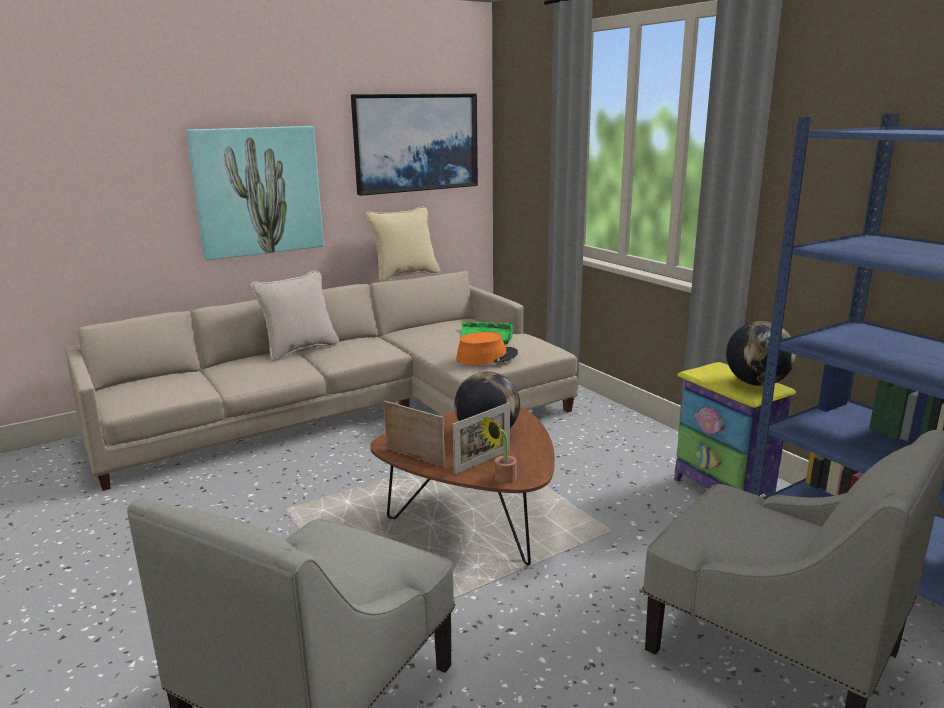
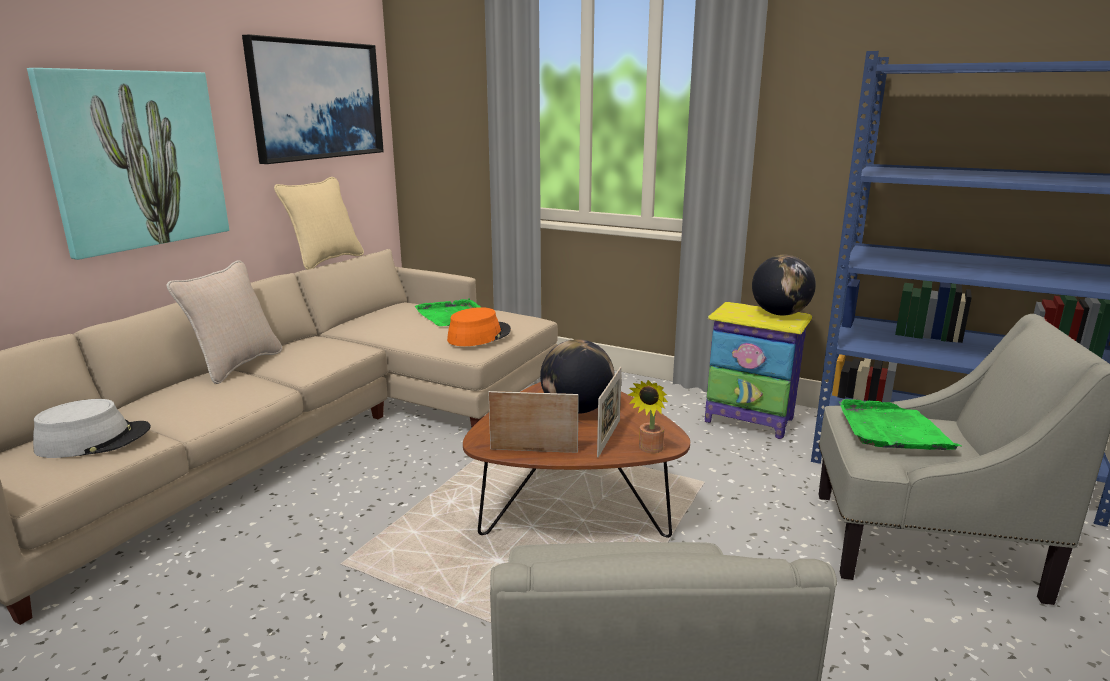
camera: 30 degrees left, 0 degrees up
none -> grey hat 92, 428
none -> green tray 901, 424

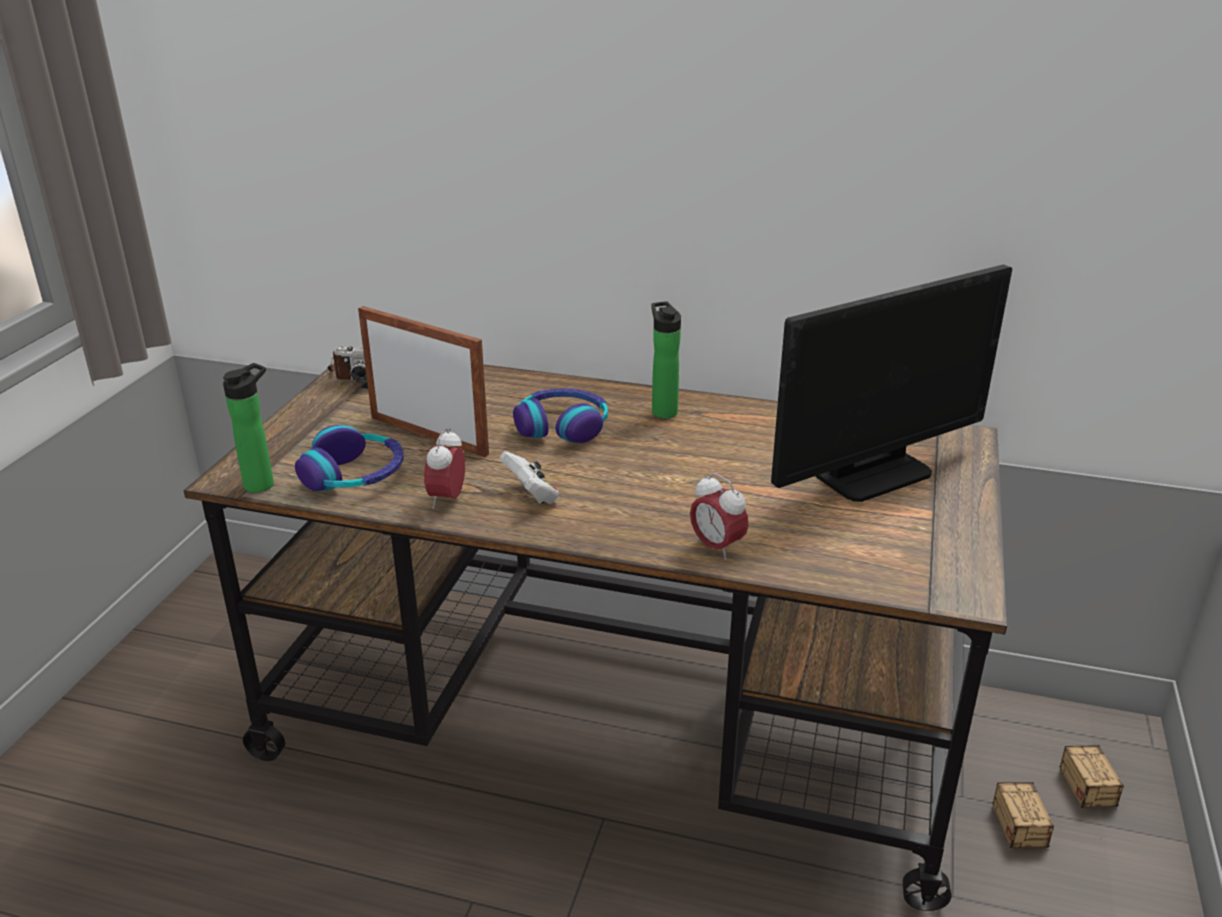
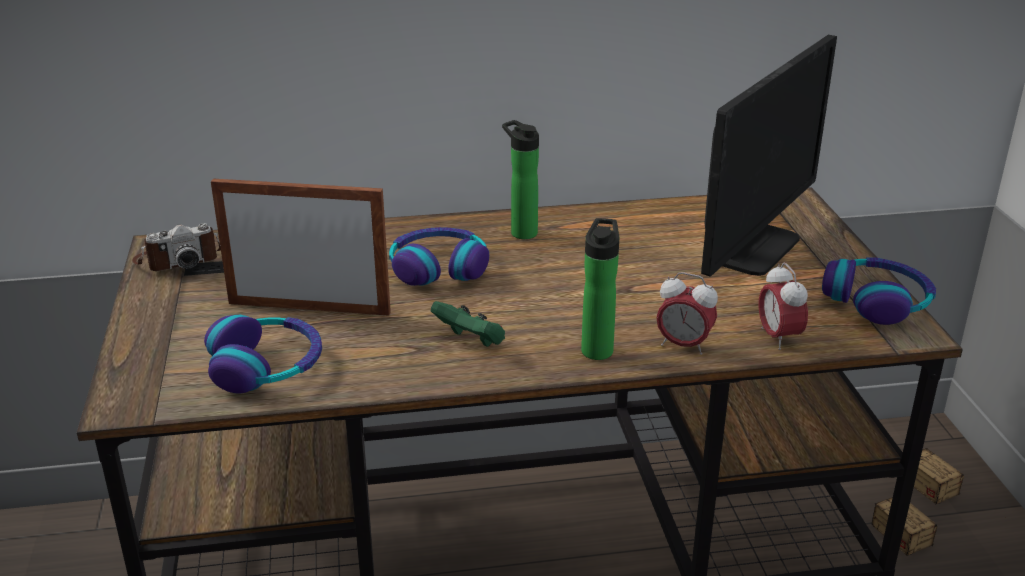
camera: 25 degrees left, 0 degrees up
none -> headphones 879, 291
bottle 248, 428 -> bottle 600, 289, moved
alarm clock 444, 468 -> alarm clock 783, 306, moved
white game controller 529, 477 -> green game controller 468, 324

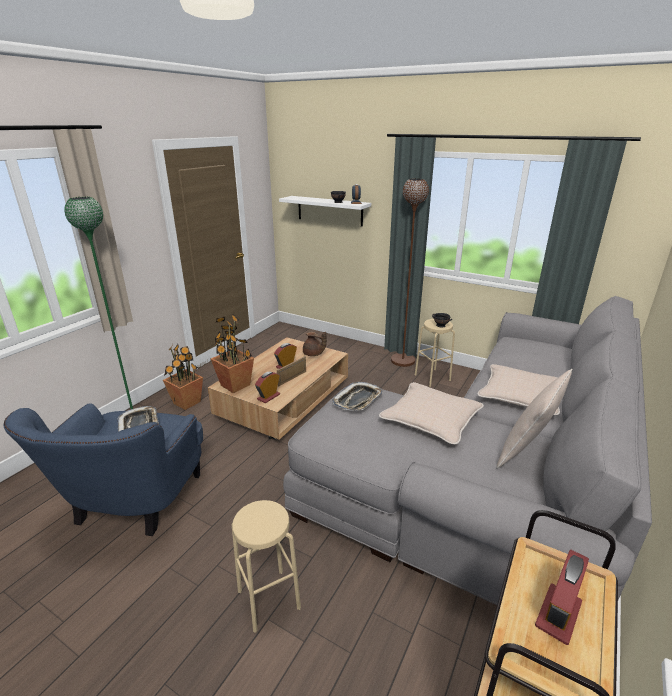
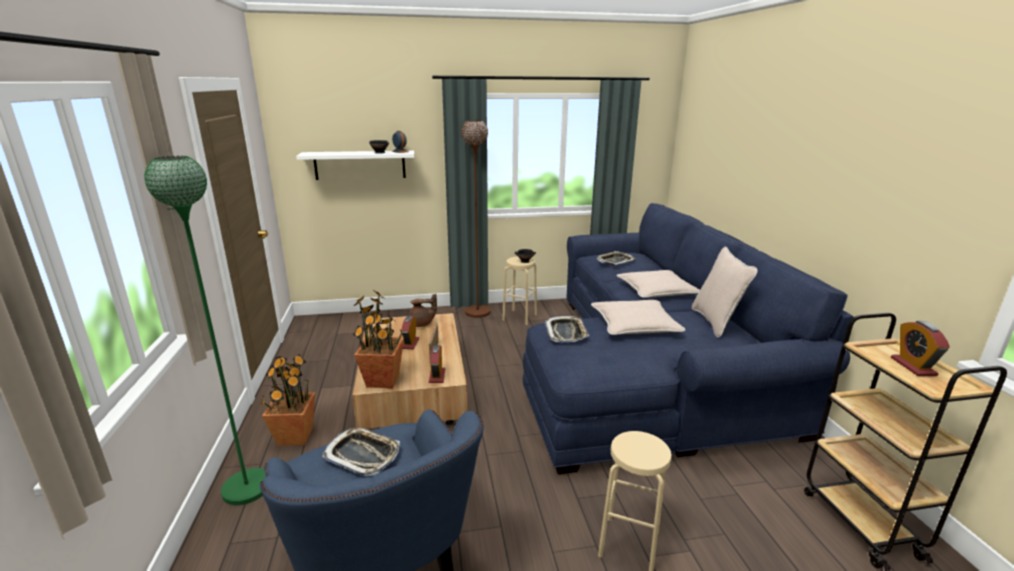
camera: 40 degrees left, 5 degrees down
none -> tray 616, 258
grey sofa 467, 450 -> blue sofa 688, 338

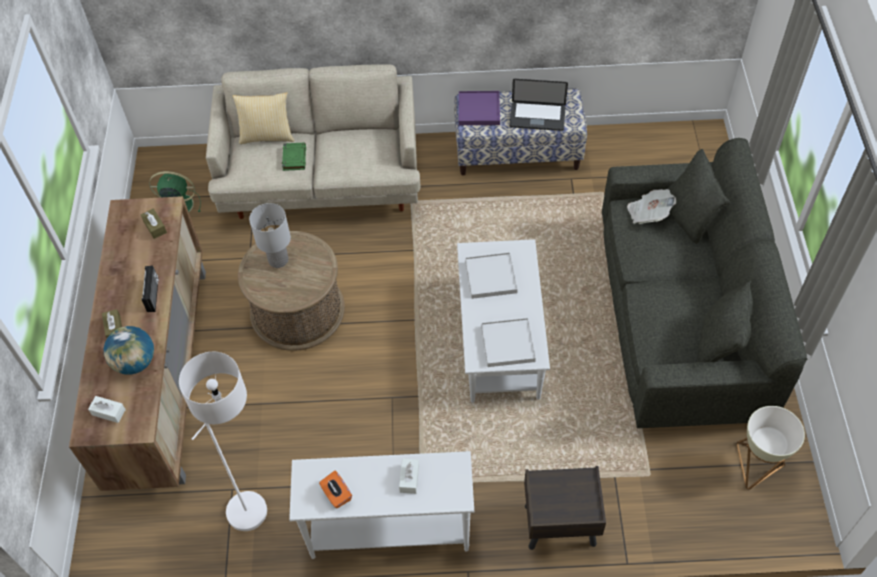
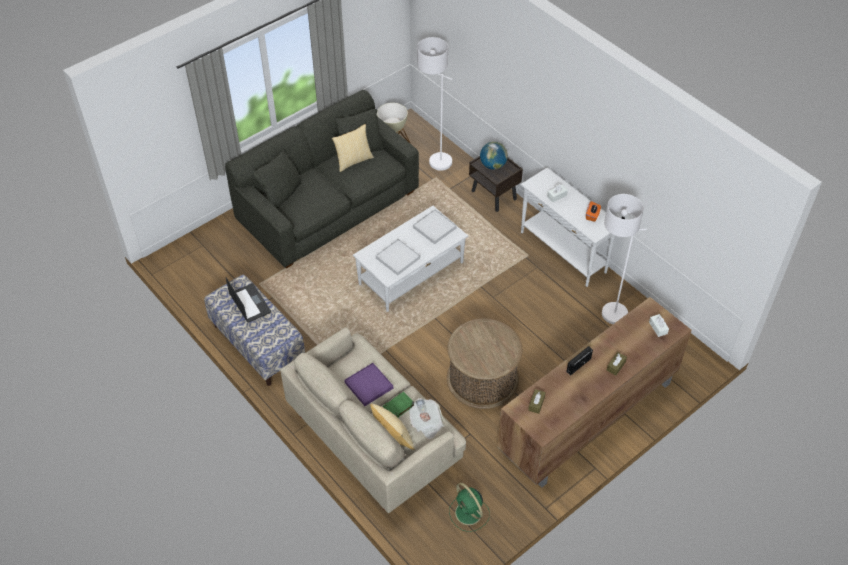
camera: 130 degrees left, 5 degrees down
grey table lamp 270, 235 -> none
none -> pillow 353, 148
none -> white floor lamp 434, 104
globe 129, 350 -> globe 494, 156, moved
purple tray 479, 108 -> purple tray 368, 384, moved
newspaper 651, 206 -> newspaper 426, 418, moved

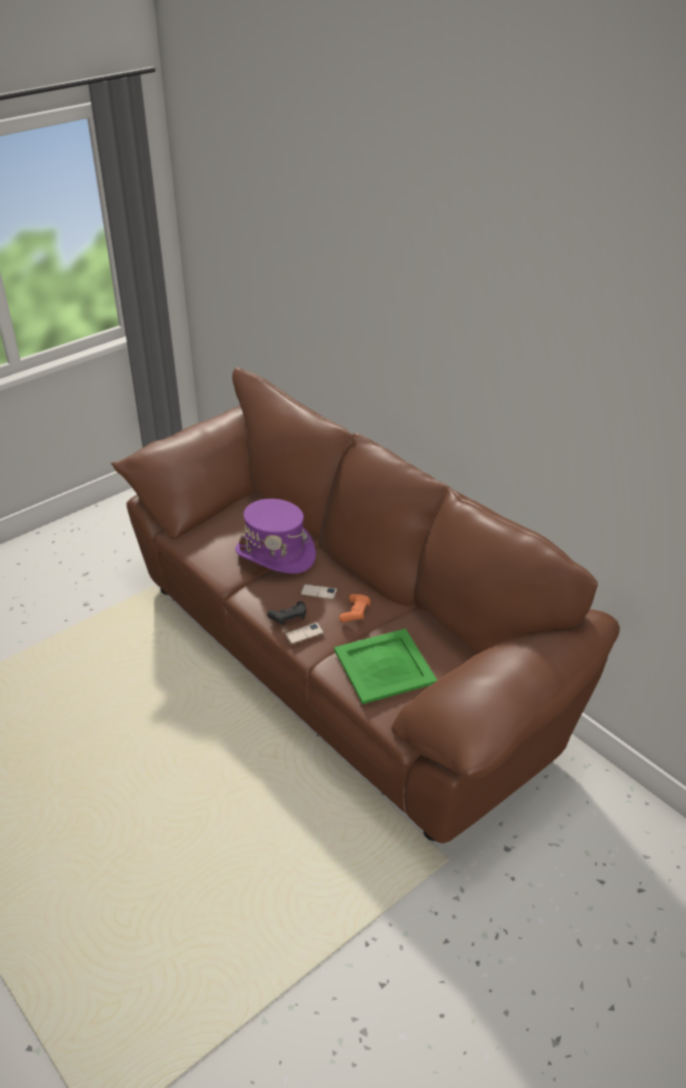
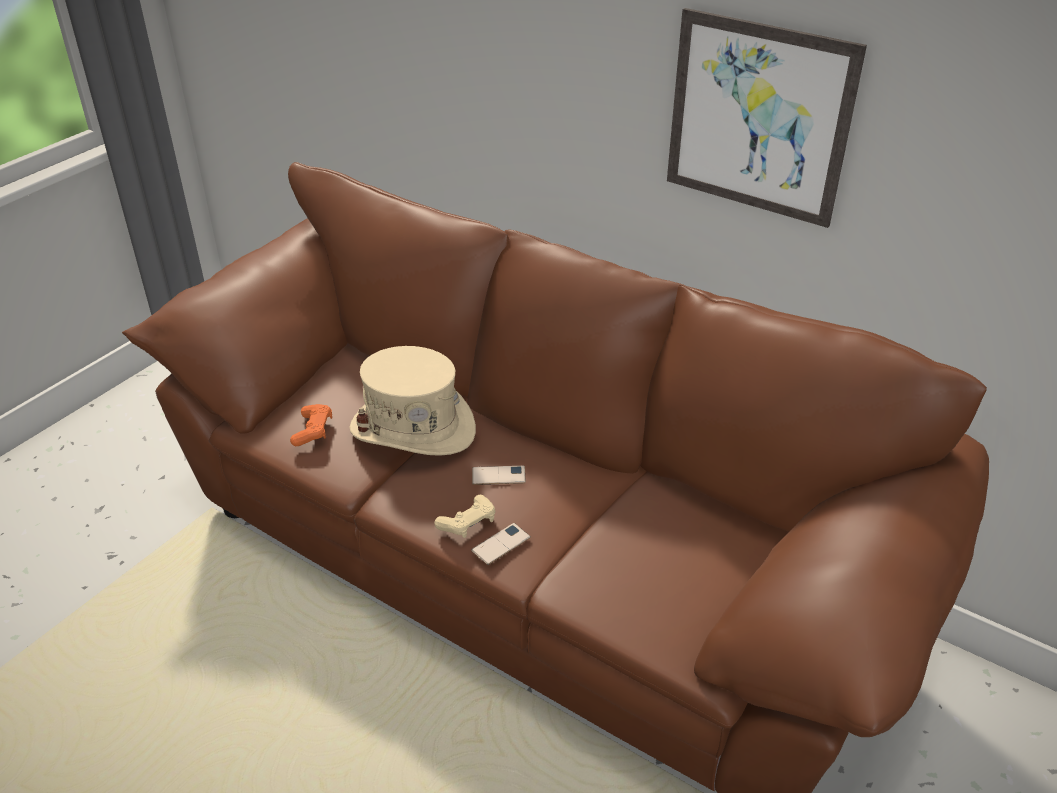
camera: 15 degrees left, 0 degrees up
green tray 385, 666 -> none
none -> picture 767, 118
orange game controller 354, 608 -> orange game controller 311, 425, moved
purple hat 275, 536 -> beige hat 413, 401
black game controller 286, 613 -> beige game controller 464, 516

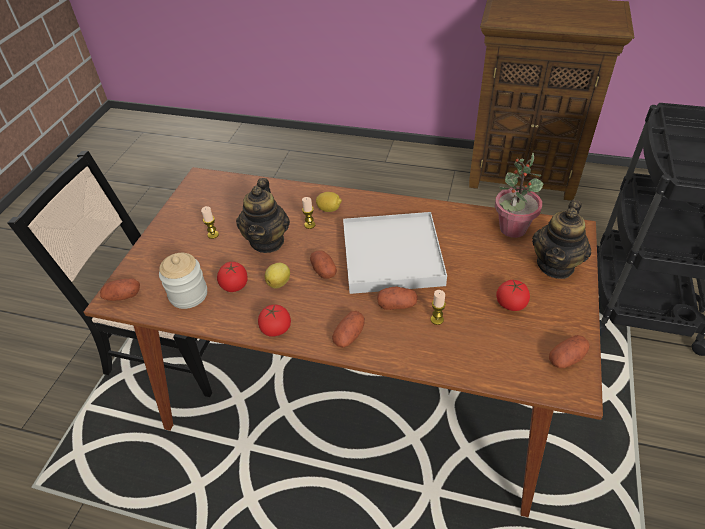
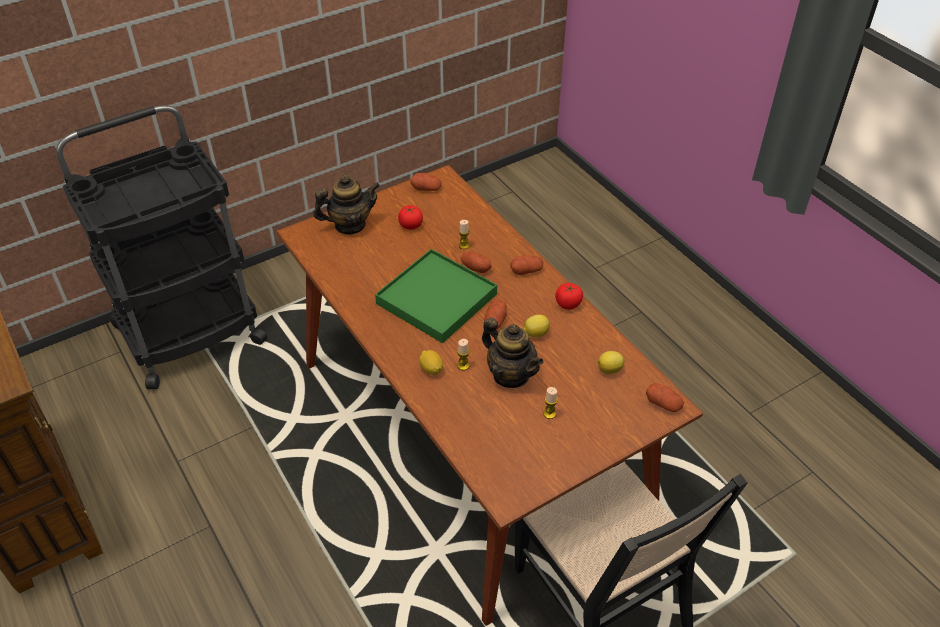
camera: 140 degrees left, 0 degrees up
tomato 232, 277 -> none
potted plant 519, 195 -> none
jar 183, 281 -> lemon 611, 362
white tray 395, 253 -> green tray 436, 296
teapot 263, 215 -> teapot 513, 353, 90 degrees clockwise

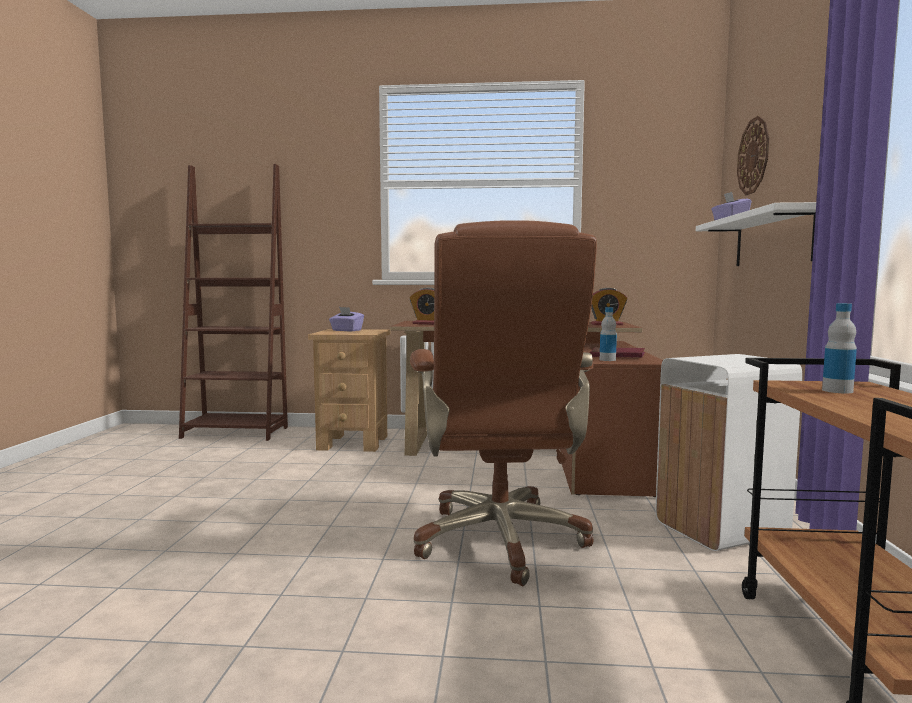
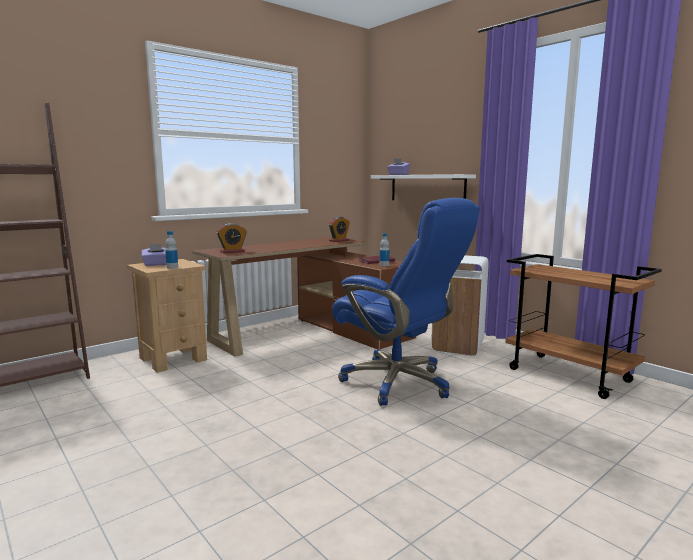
camera: 45 degrees left, 5 degrees up
wall clock 753, 155 -> none
bottle 839, 348 -> bottle 171, 250, moved
brown office chair 503, 403 -> blue office chair 406, 302

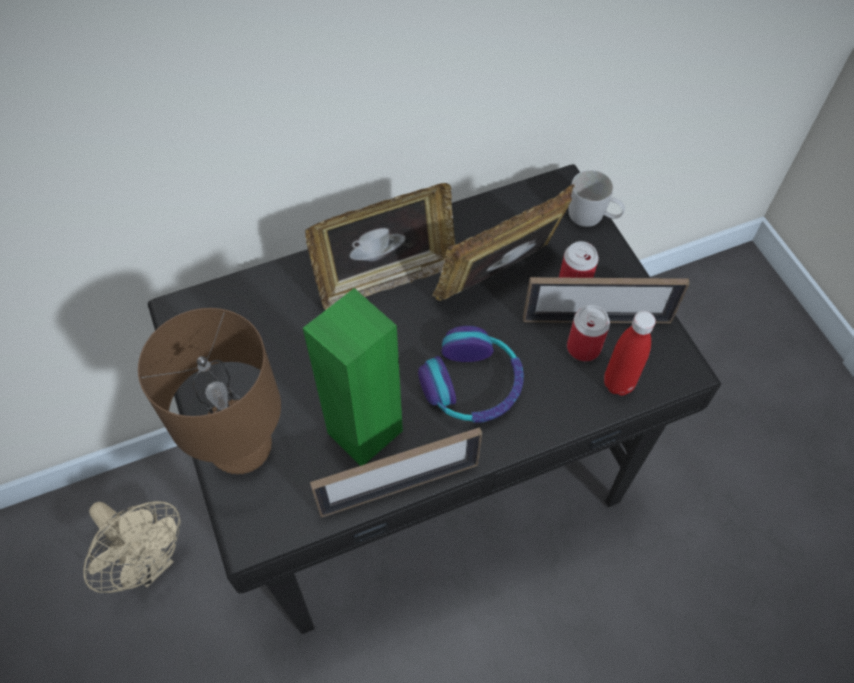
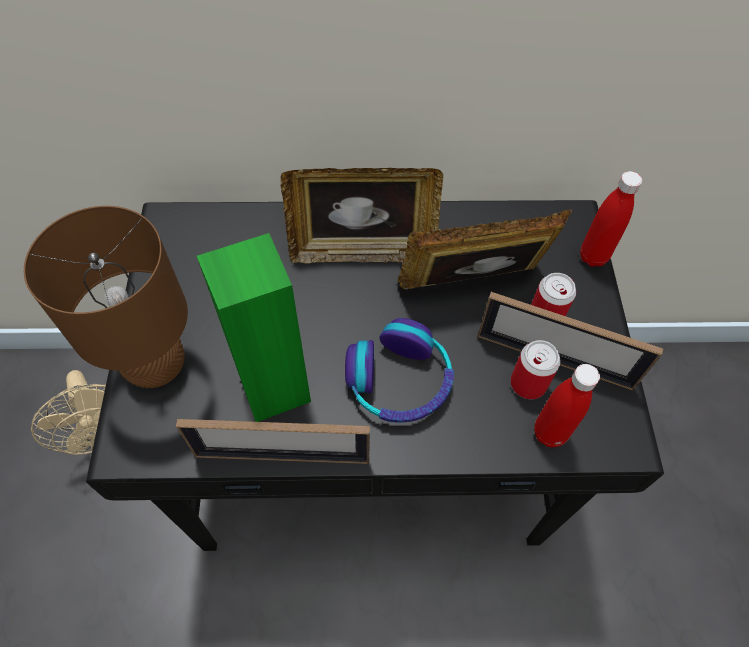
camera: 20 degrees right, 0 degrees up
white mug 597, 198 -> red bottle 611, 219

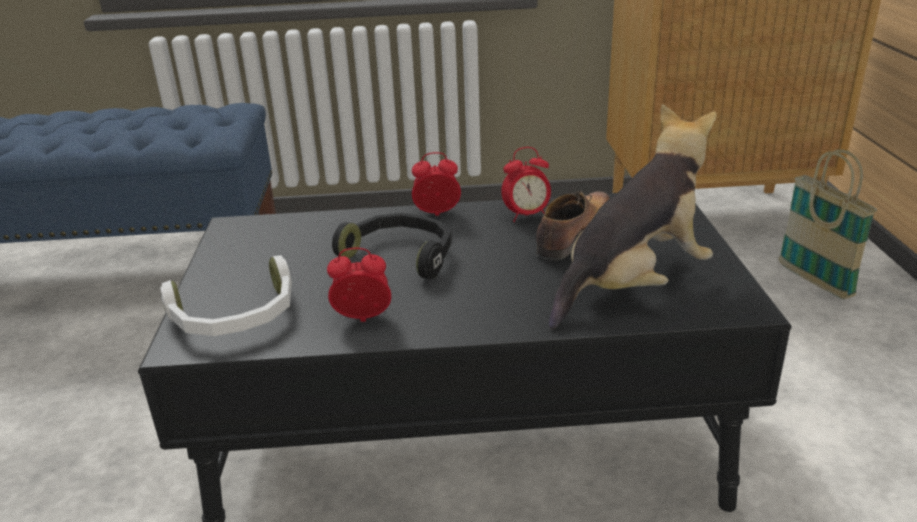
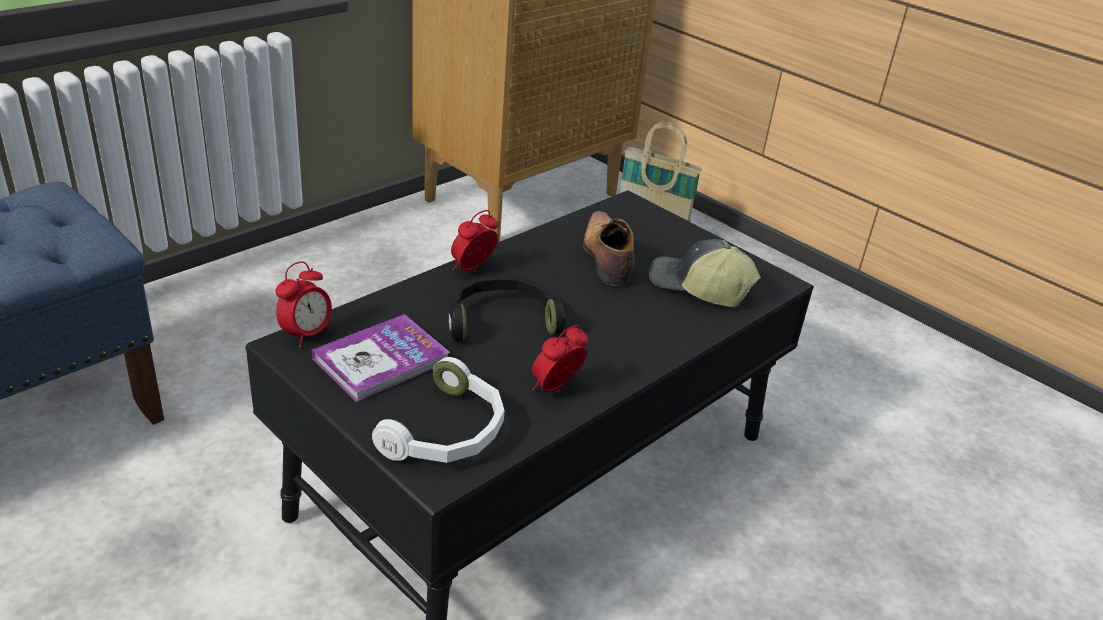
camera: 45 degrees left, 5 degrees up
none -> book 381, 358
alarm clock 526, 184 -> alarm clock 303, 304, moved
plush toy 632, 217 -> cap 705, 273

